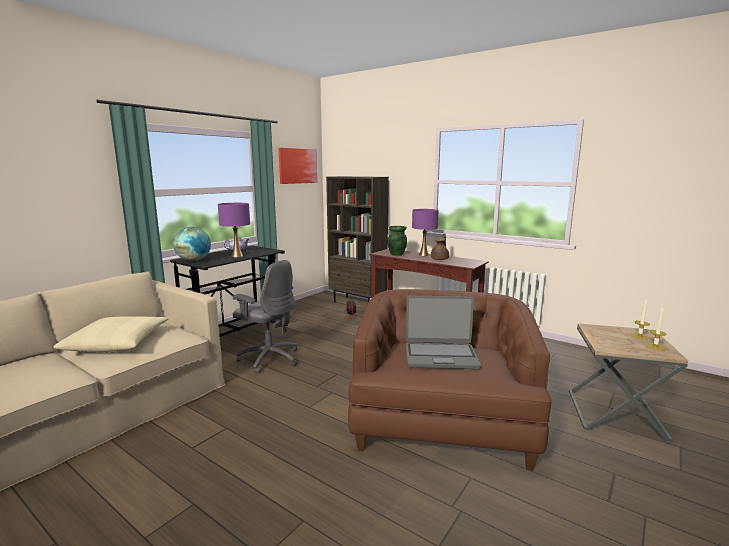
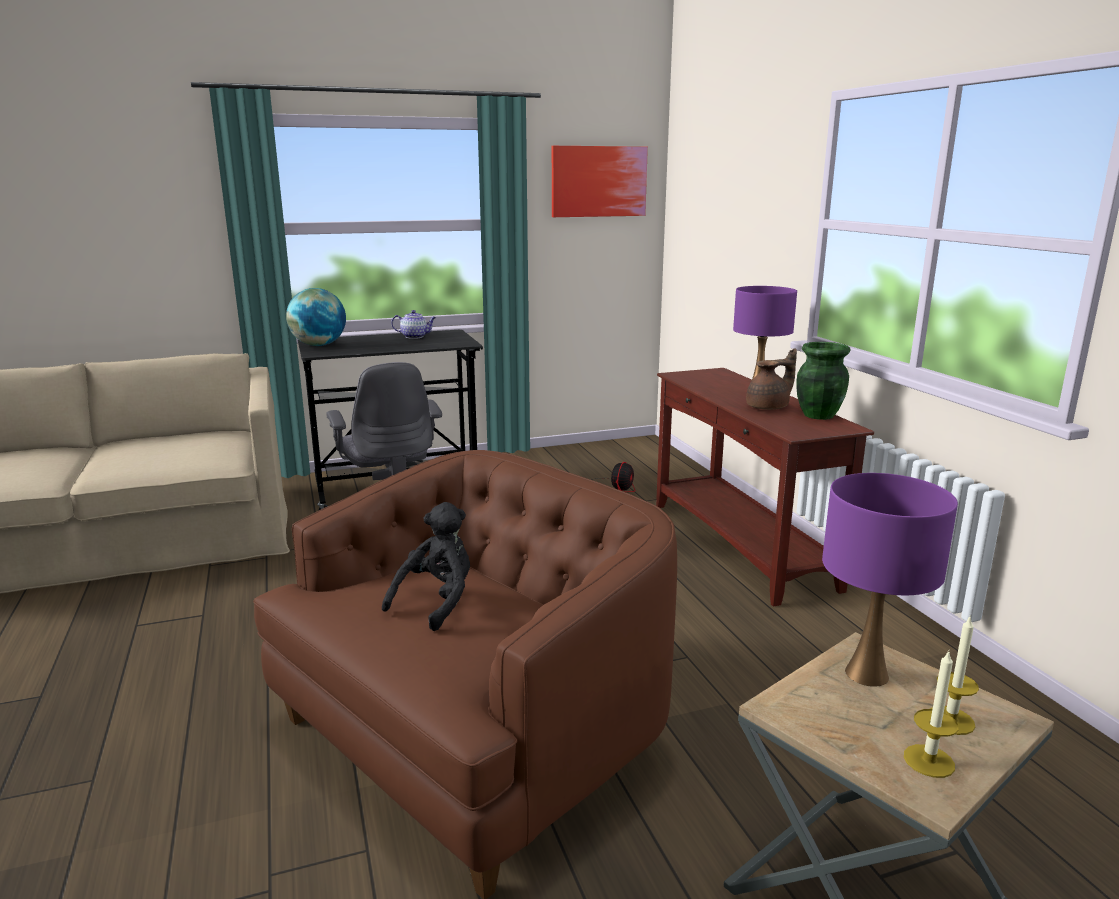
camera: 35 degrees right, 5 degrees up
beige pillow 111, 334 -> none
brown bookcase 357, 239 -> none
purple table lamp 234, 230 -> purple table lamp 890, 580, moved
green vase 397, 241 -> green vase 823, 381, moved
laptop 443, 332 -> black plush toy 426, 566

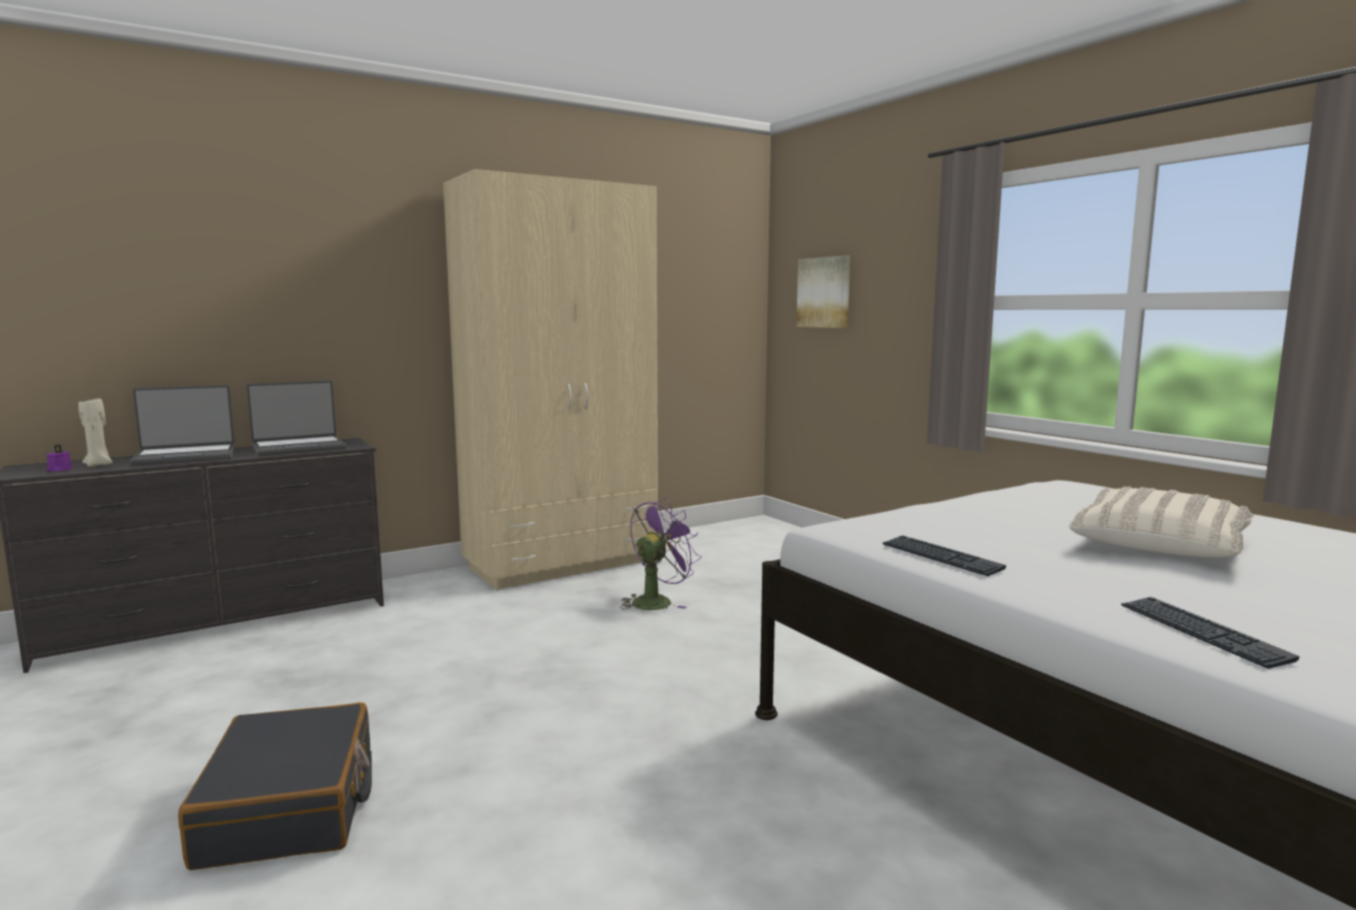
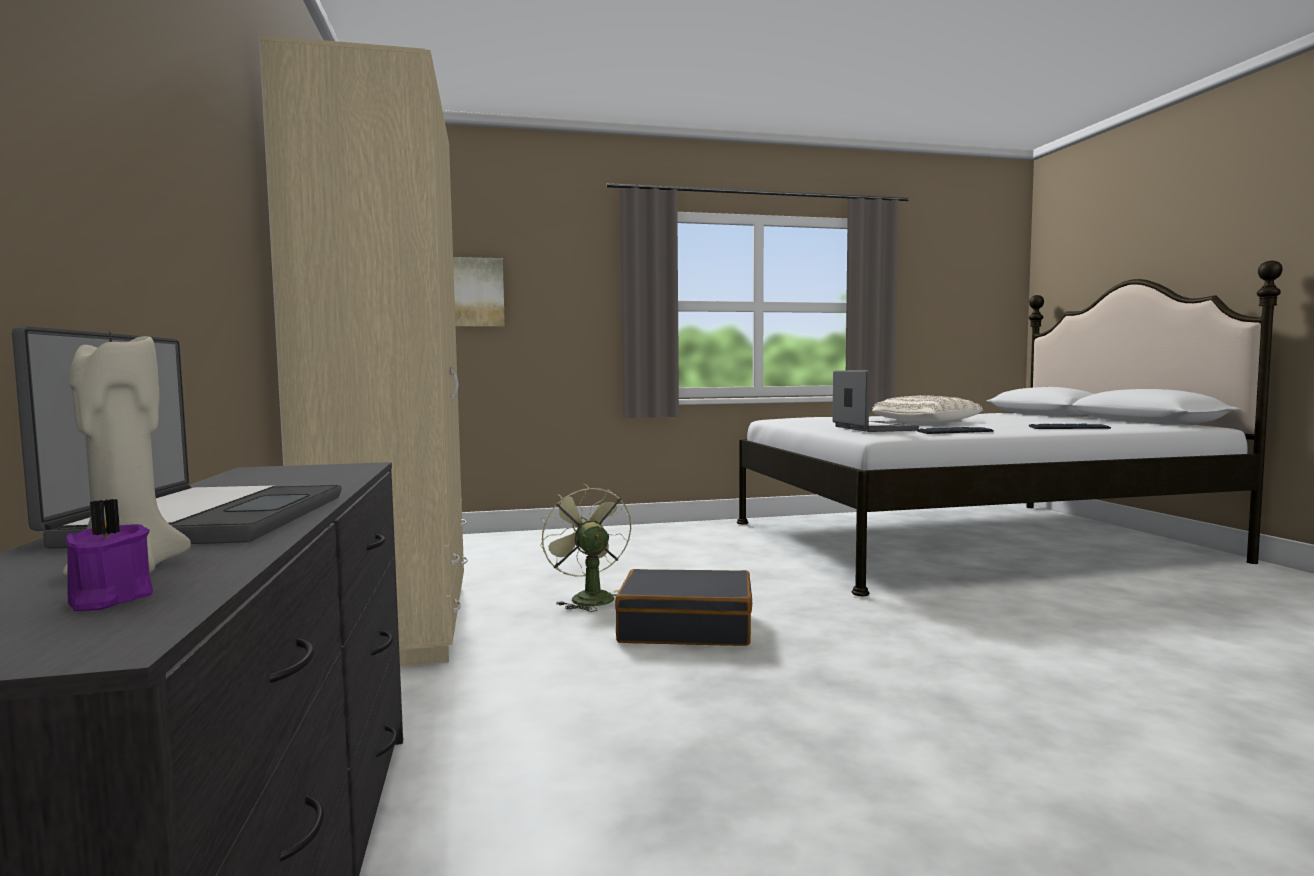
camera: 70 degrees left, 5 degrees down
black suitcase 275, 786 -> black suitcase 683, 607, moved
laptop 296, 418 -> laptop 876, 401, moved
purple fan 661, 554 -> green fan 585, 548

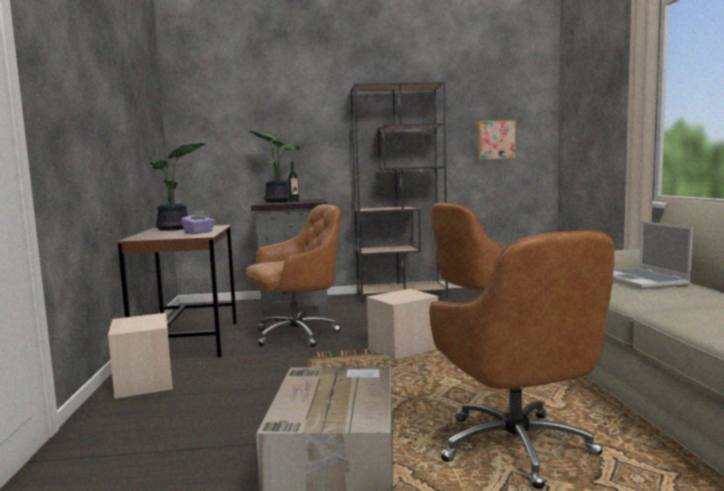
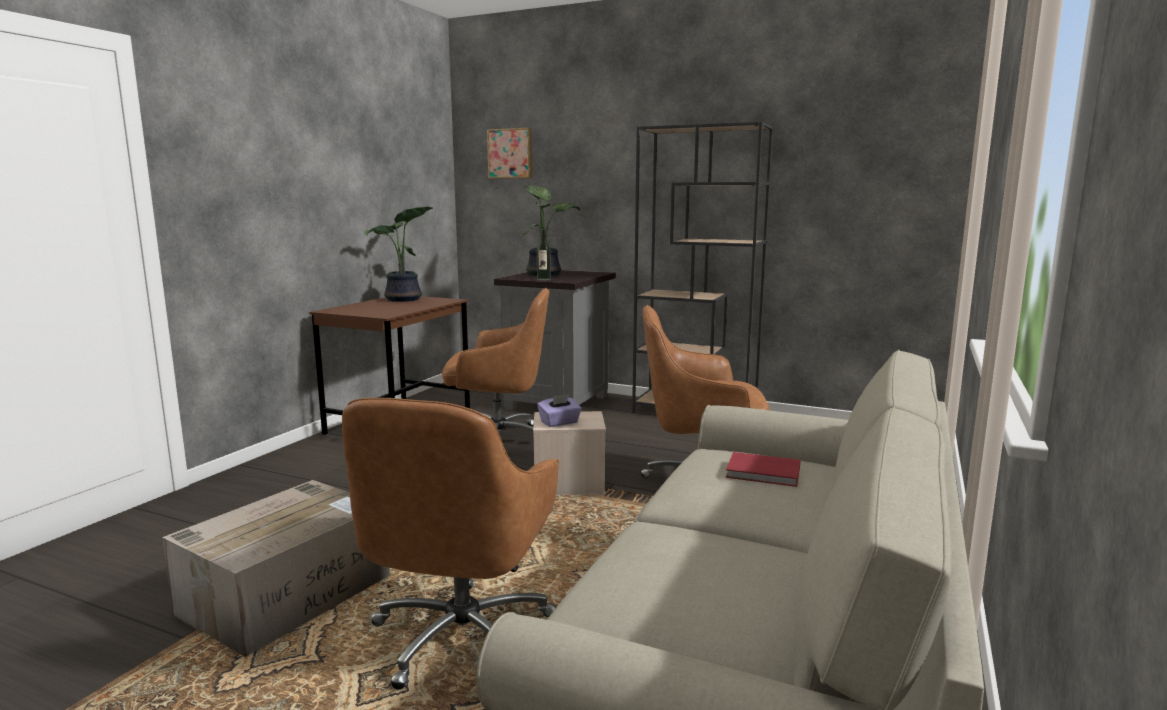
camera: 30 degrees right, 5 degrees up
beige storage box 140, 356 -> none
purple tissue box 198, 222 -> purple tissue box 559, 410, moved
picture 497, 140 -> picture 509, 153, moved
laptop 653, 255 -> red book 763, 469

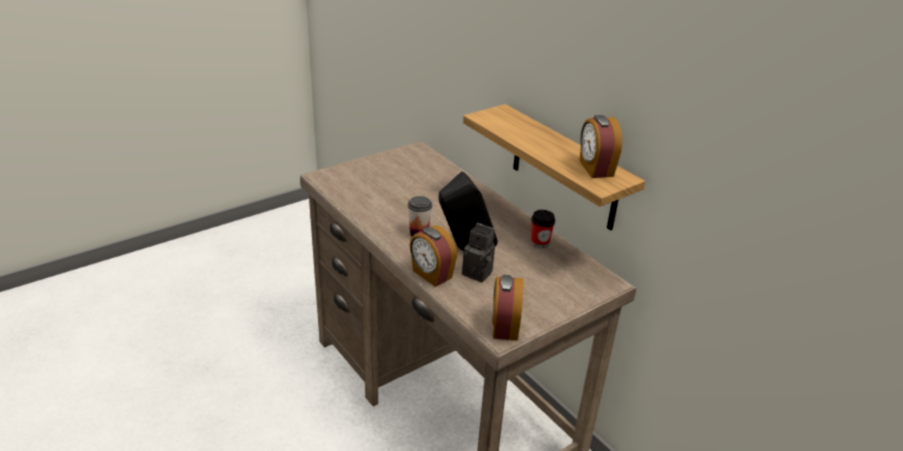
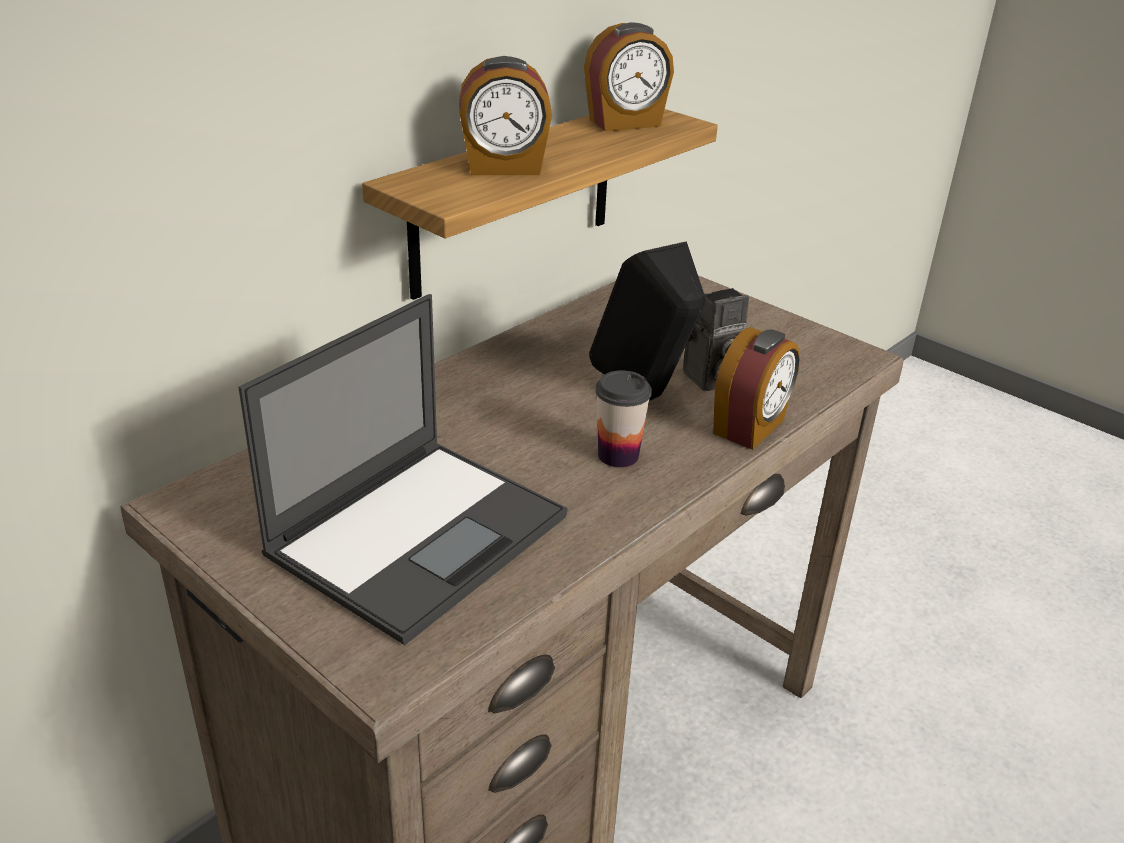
camera: 100 degrees left, 0 degrees up
cup 543, 229 -> none
none -> laptop 402, 469
alarm clock 507, 308 -> alarm clock 505, 115, moved
photo camera 478, 253 -> photo camera 716, 339, 135 degrees counterclockwise

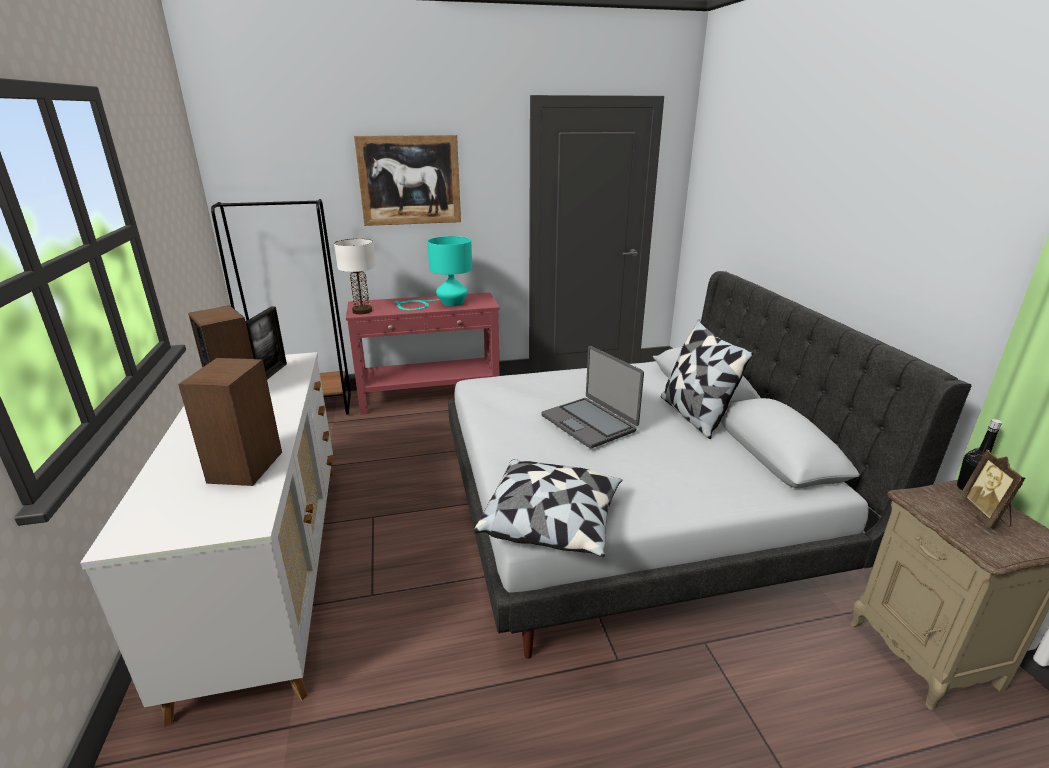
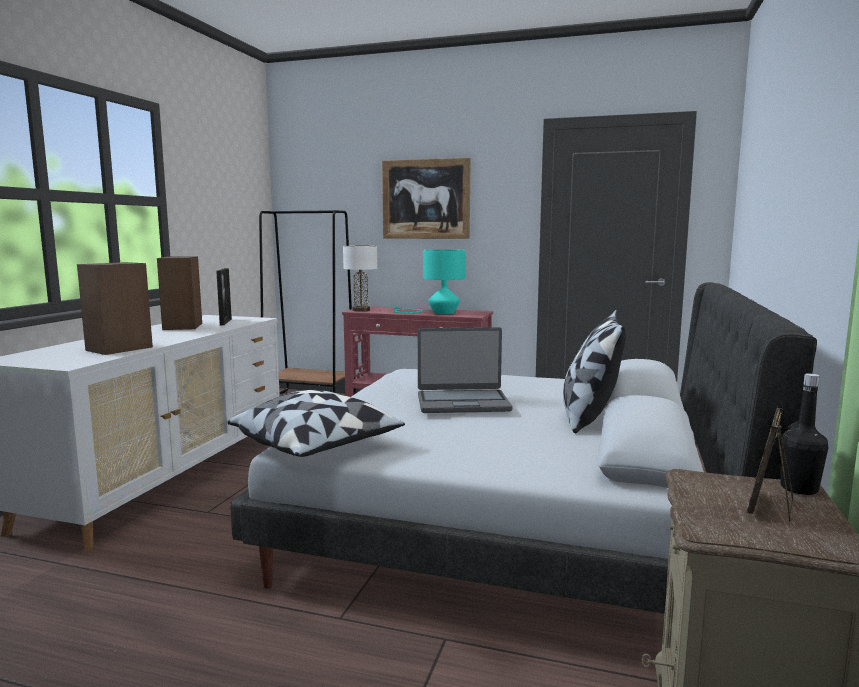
camera: 30 degrees right, 15 degrees down
picture frame 266, 342 -> picture frame 224, 296, 45 degrees counterclockwise
laptop 593, 397 -> laptop 465, 370, 90 degrees counterclockwise

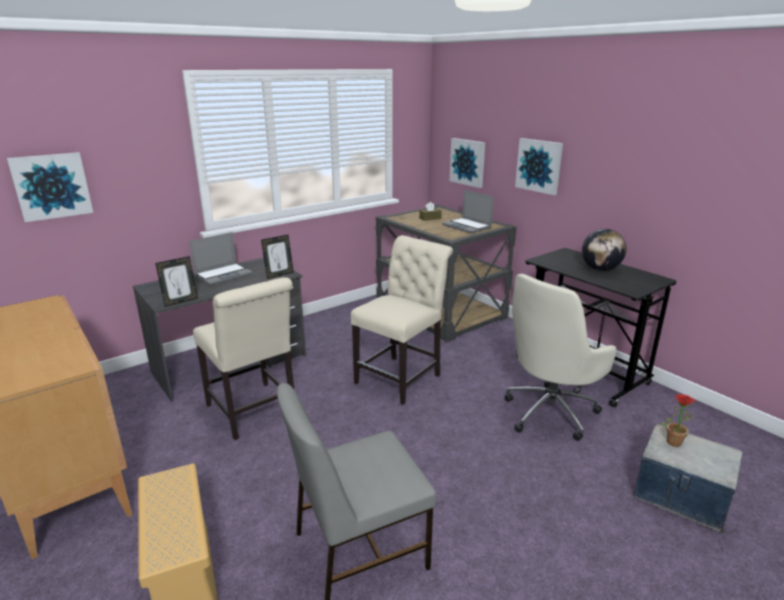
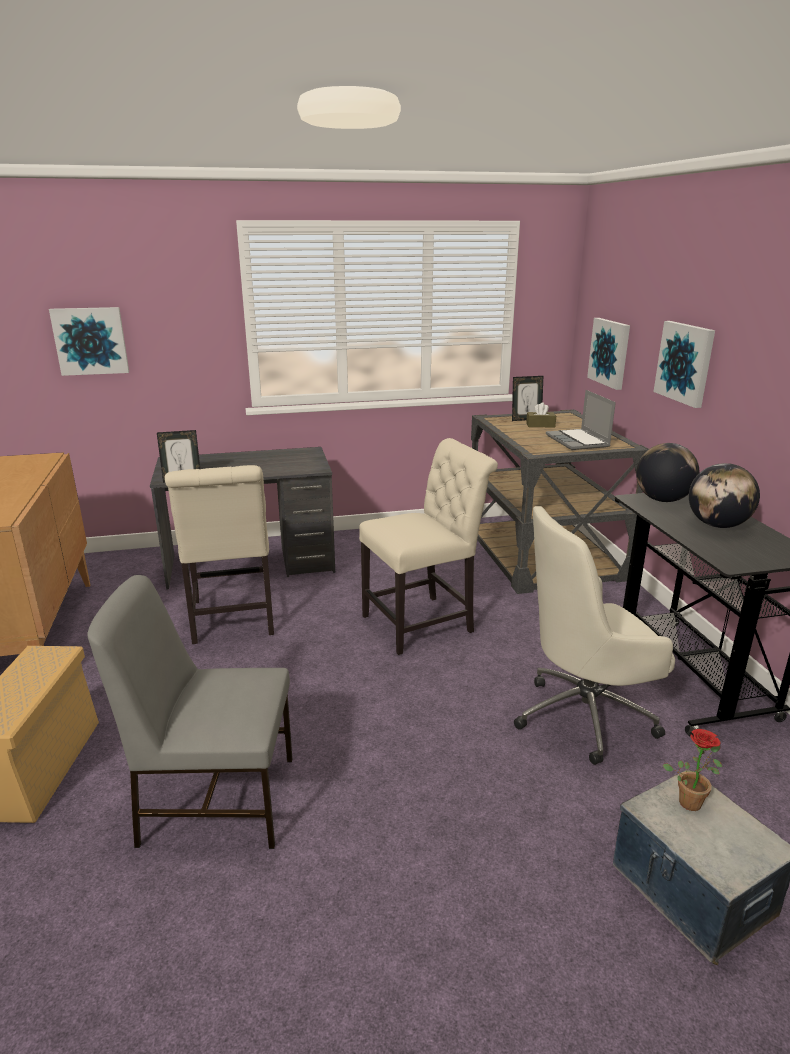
camera: 25 degrees right, 0 degrees up
laptop 220, 258 -> none
none -> globe 667, 472
picture frame 277, 257 -> picture frame 527, 398, moved

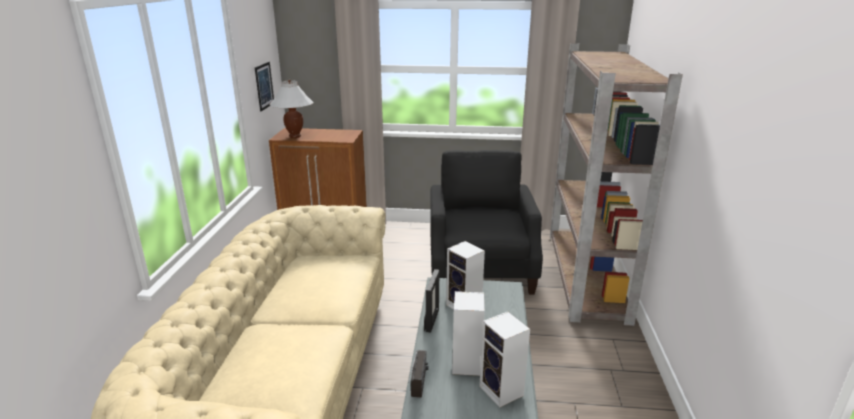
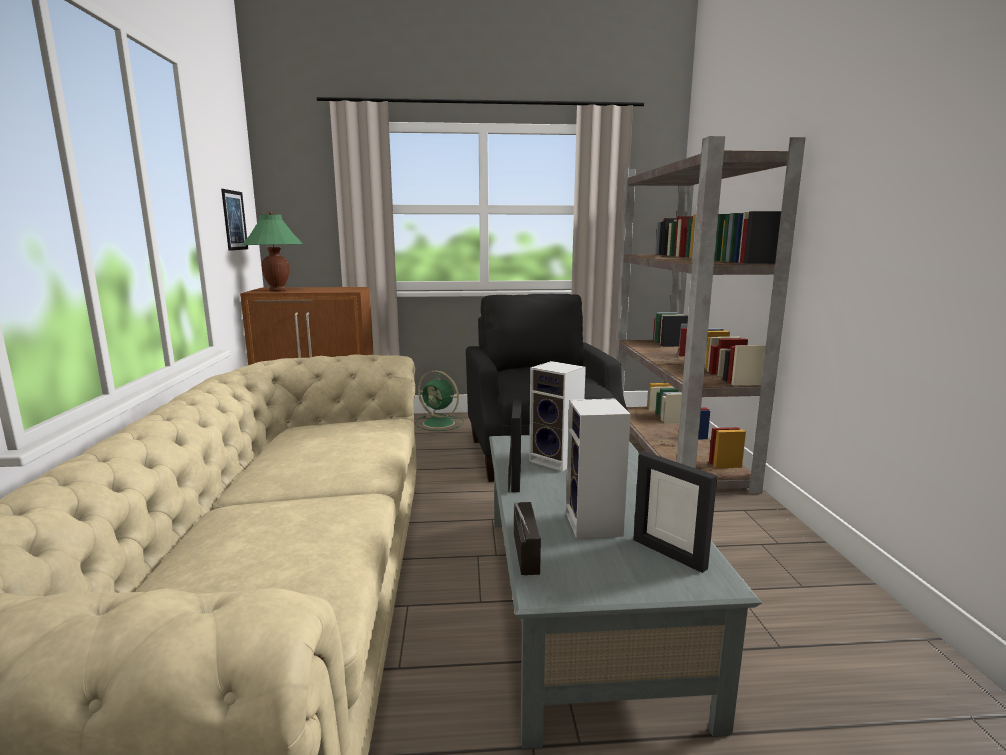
camera: 10 degrees left, 10 degrees down
none -> green fan 439, 401
speaker 504, 359 -> picture frame 675, 512
white table lamp 291, 109 -> green table lamp 272, 252

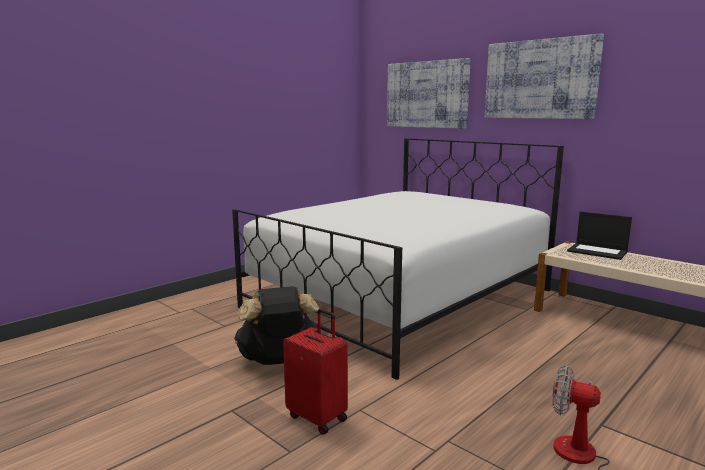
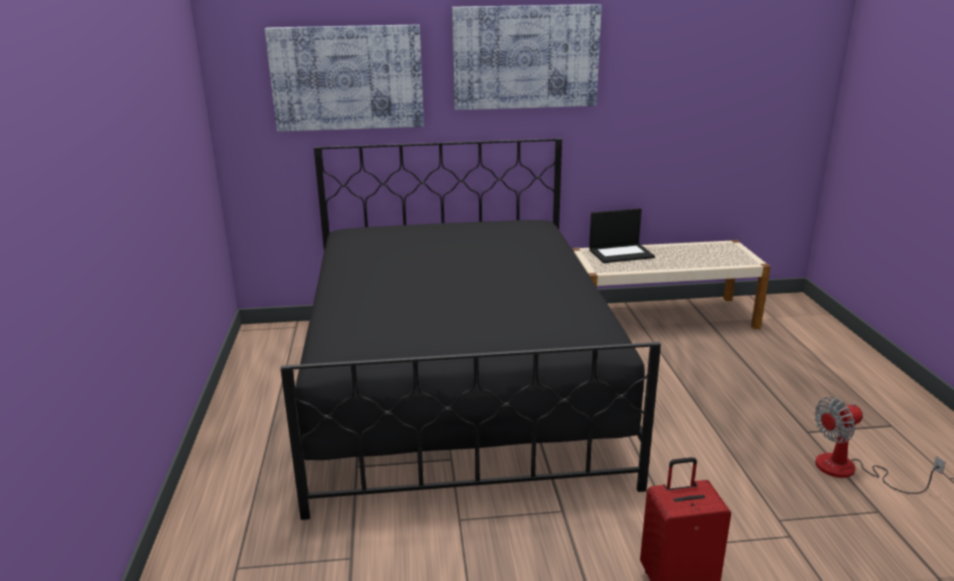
camera: 50 degrees left, 10 degrees up
black backpack 276, 325 -> none
white bed 398, 259 -> black bed 470, 329

